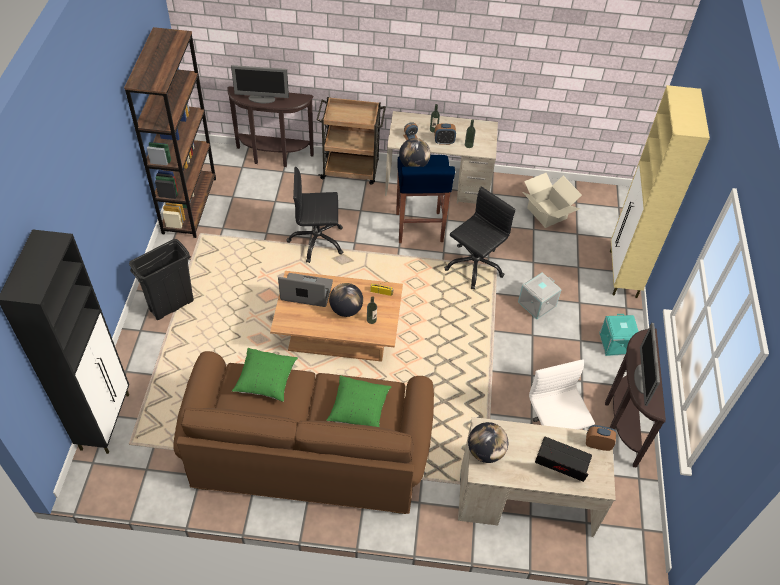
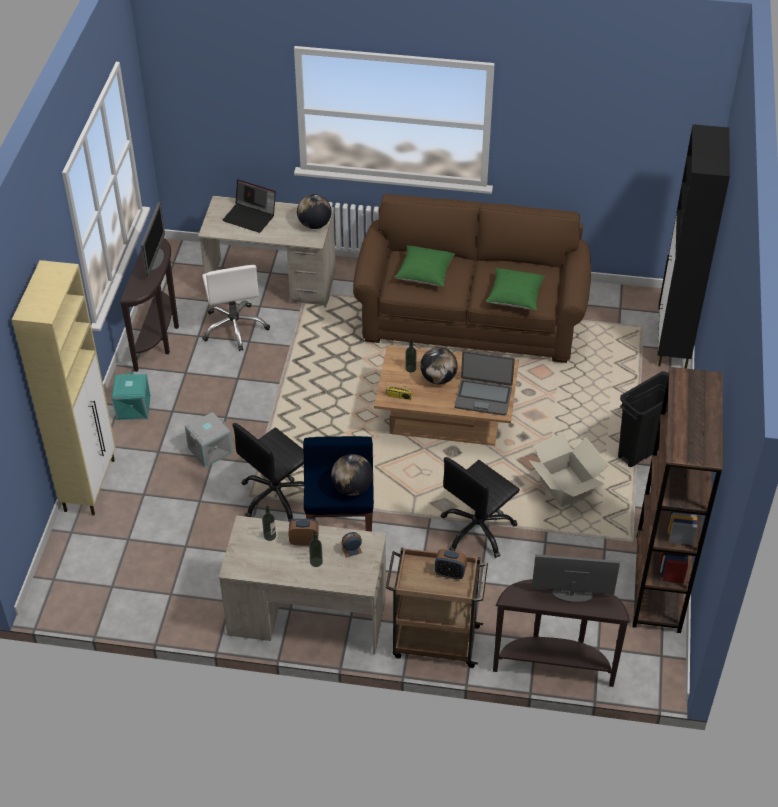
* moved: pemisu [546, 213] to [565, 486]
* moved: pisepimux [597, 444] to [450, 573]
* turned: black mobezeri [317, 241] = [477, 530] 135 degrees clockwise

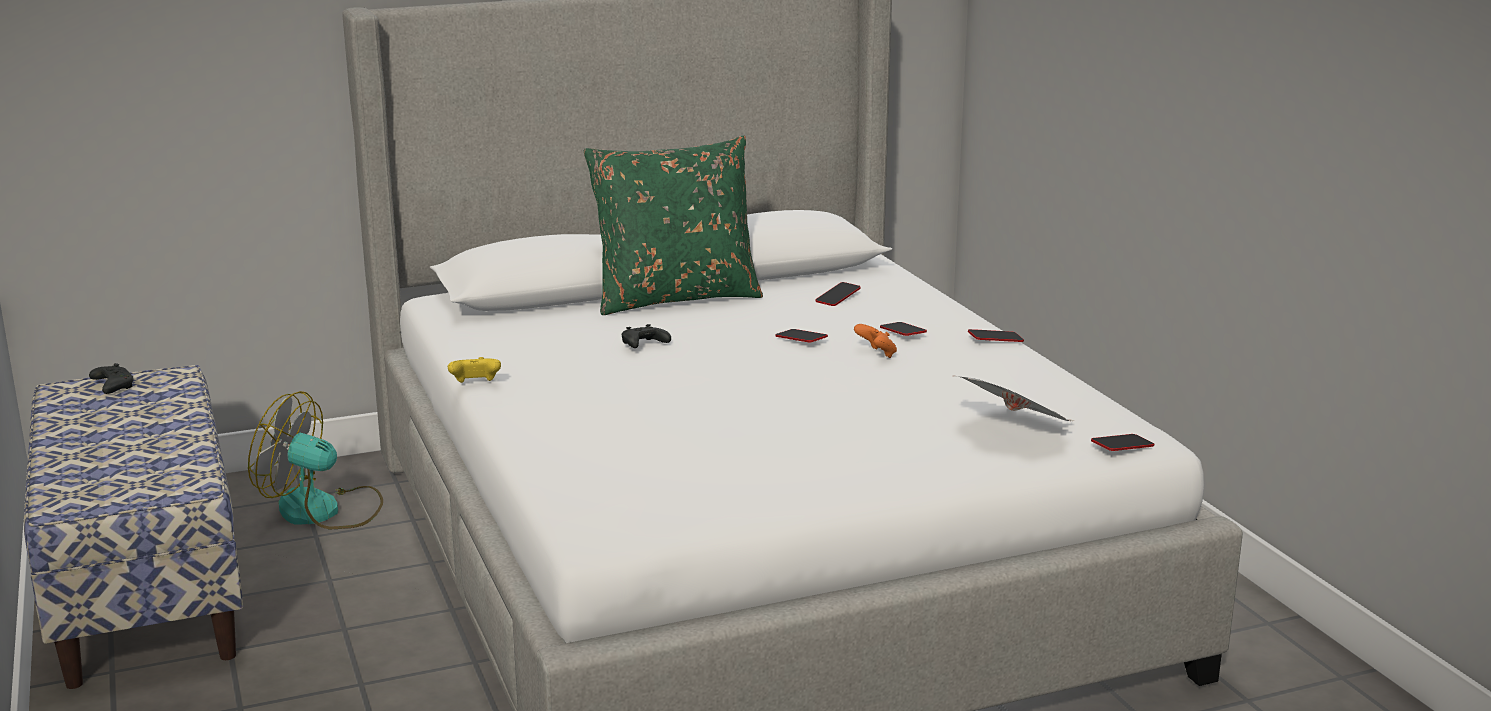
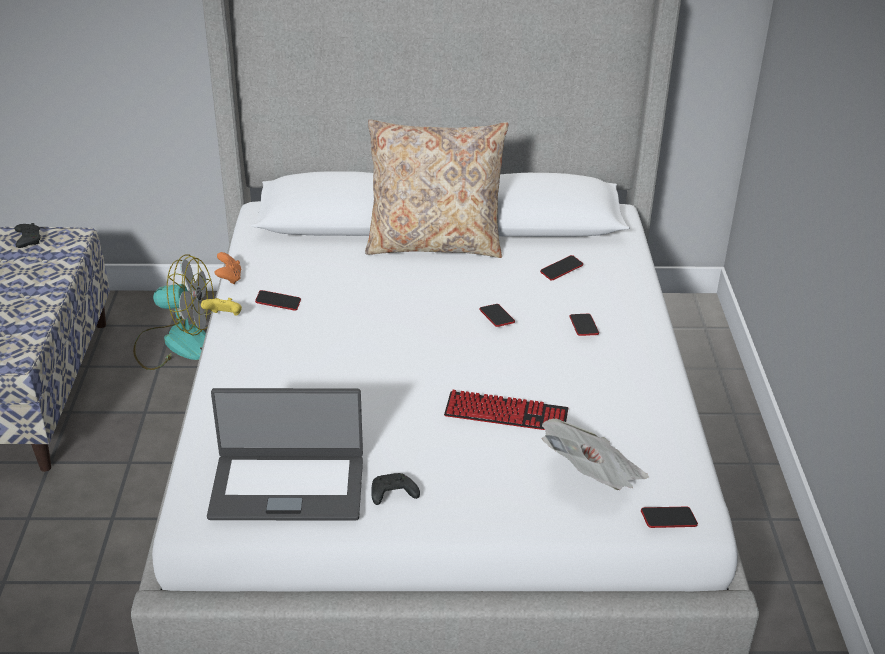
* added: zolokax [288, 486]
* added: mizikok [506, 414]
* moved: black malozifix [643, 345] to [392, 495]
* moved: orange malozifix [876, 354] to [229, 278]
* moved: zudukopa [995, 340] to [278, 303]
* recoloured: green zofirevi [675, 297] to beige zofirevi [435, 243]
* turned: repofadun [323, 511] = [176, 343] 150 degrees clockwise

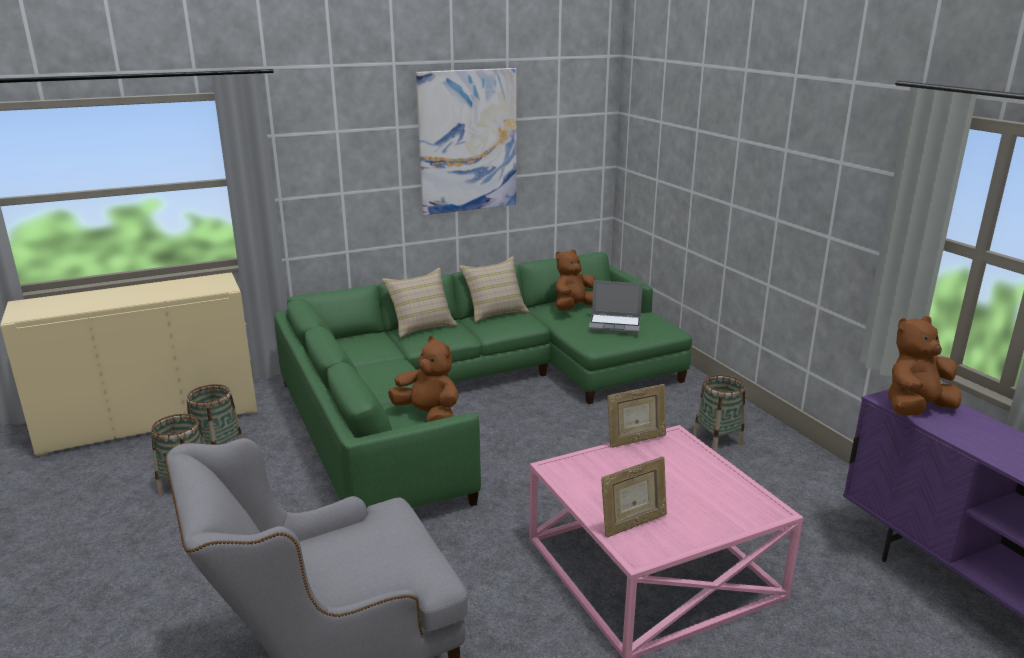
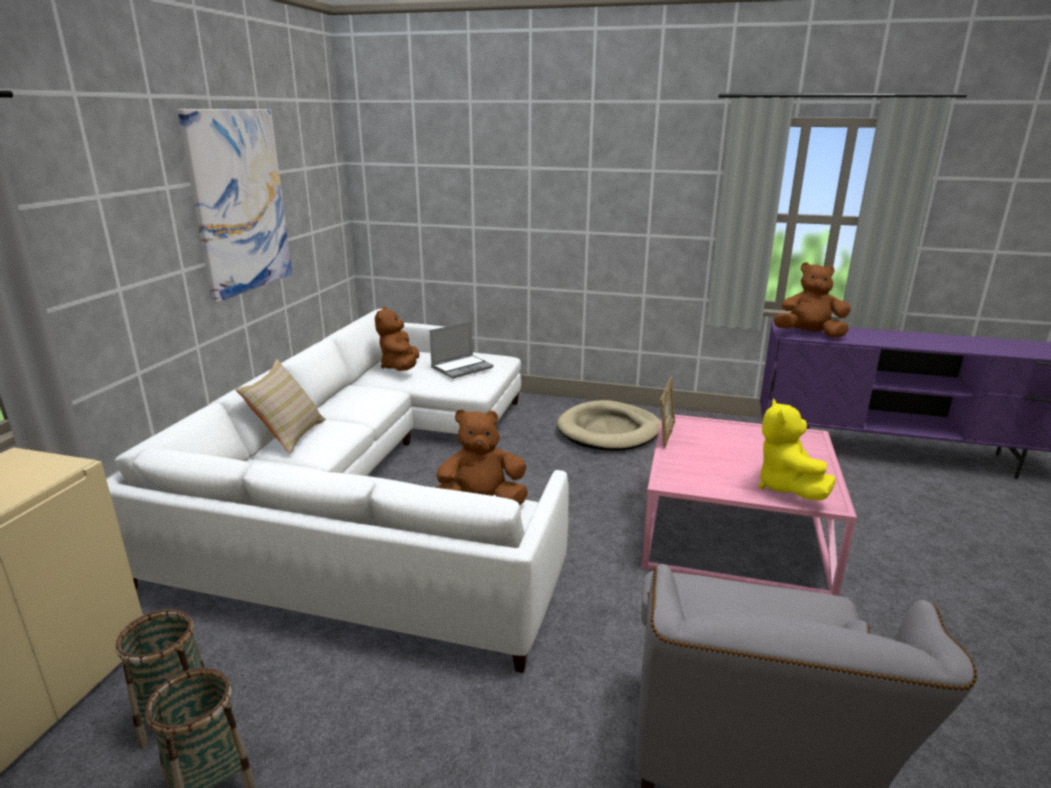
* removed: beige zofirevi [495, 312]
* replaced: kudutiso [633, 524] to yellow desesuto [786, 487]
* replaced: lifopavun [718, 440] to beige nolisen [609, 431]
* recoloured: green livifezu [472, 393] to white livifezu [374, 487]
* turned: brown desesuto [916, 409] = [808, 334] 90 degrees clockwise

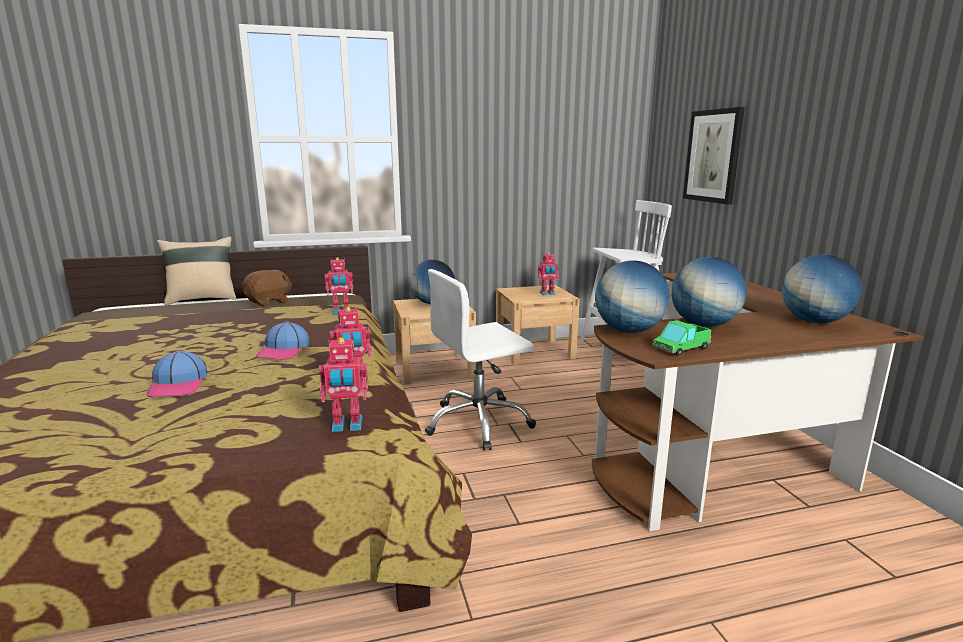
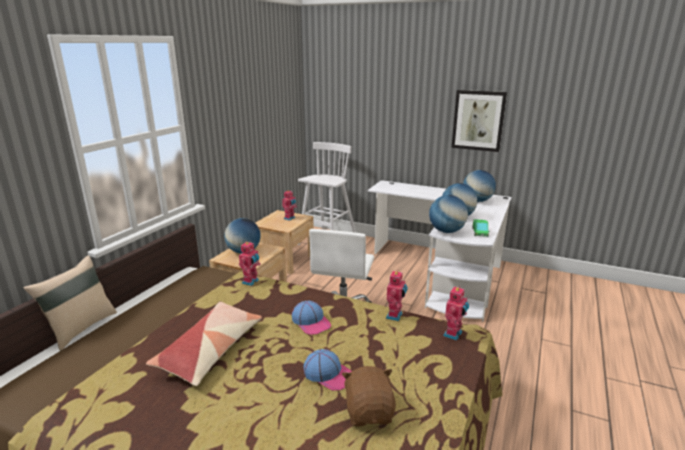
* added: zofirevi [211, 350]
* moved: brown desesuto [269, 302] to [369, 412]
* moved: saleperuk [713, 156] to [478, 120]
* recoloured: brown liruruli [724, 448] to white liruruli [445, 272]

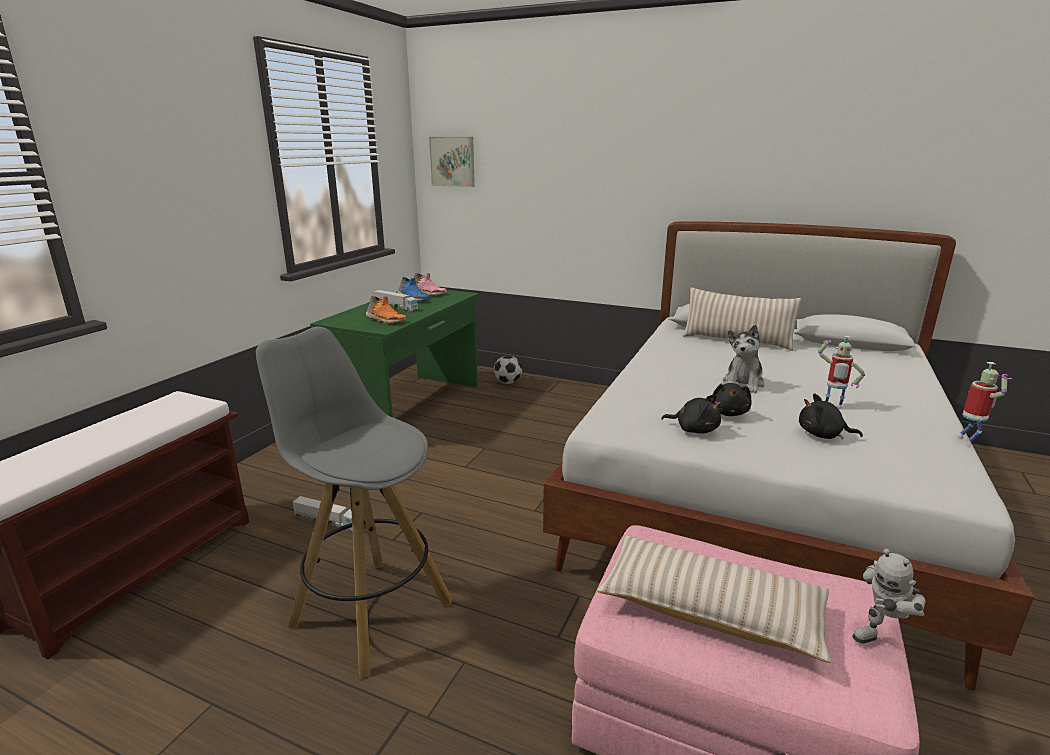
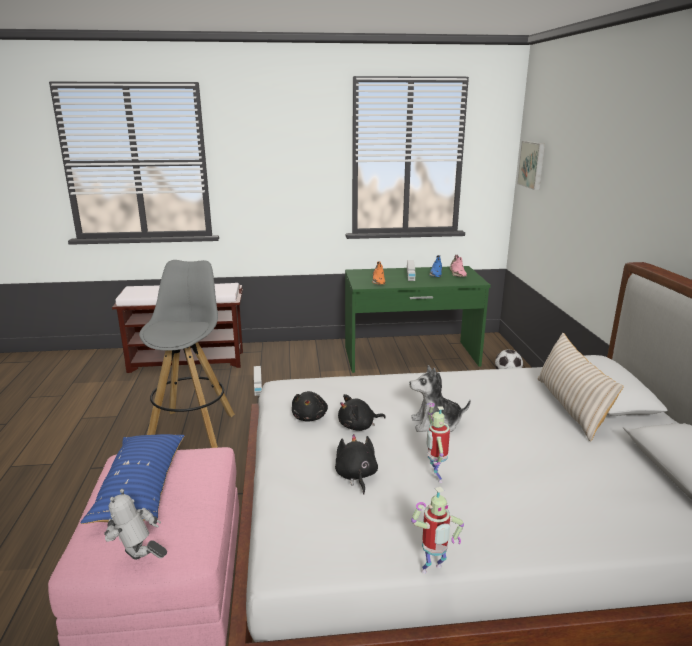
* recoloured: beige zofirevi [710, 610] to blue zofirevi [140, 487]

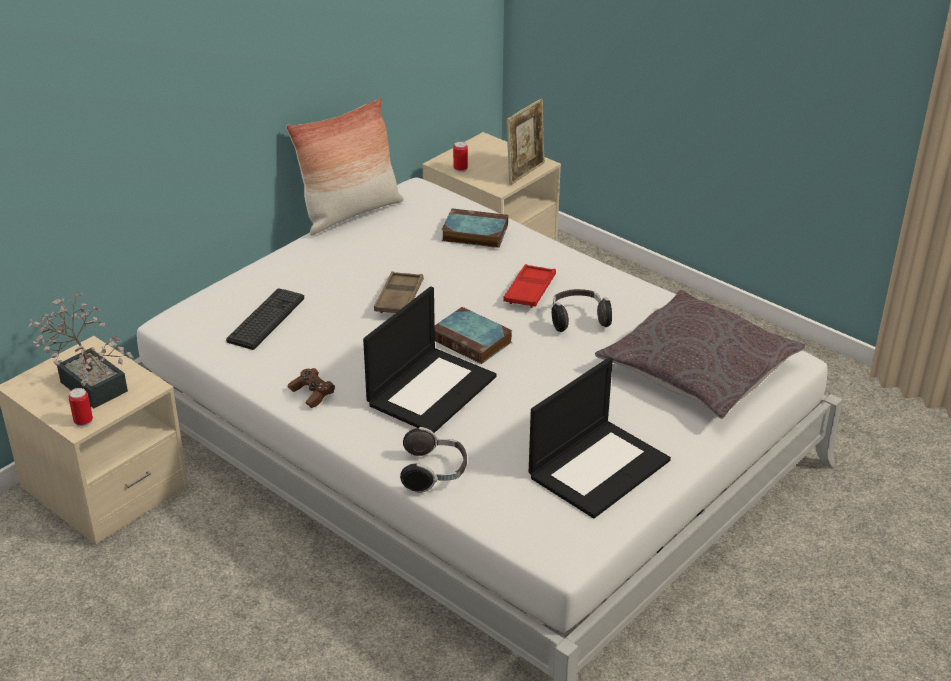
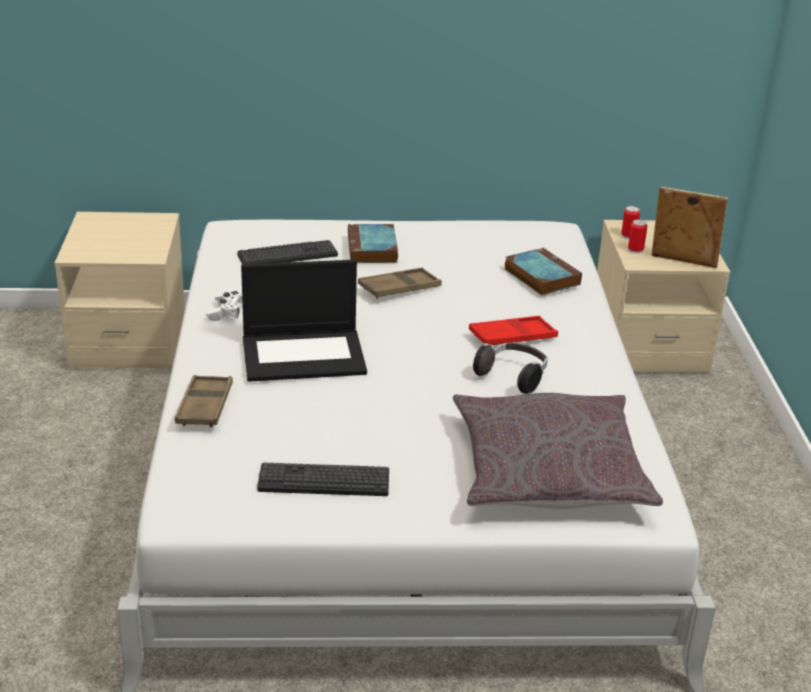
* removed: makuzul [90, 382]
* removed: zofirevi [350, 213]
* moved: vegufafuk [83, 421] to [635, 250]
* moved: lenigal [473, 341] to [372, 249]
* replaced: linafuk [434, 473] to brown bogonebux [204, 406]
* replaced: zolokax [599, 467] to mizikok [324, 481]
* recoloured: brown malozifix [312, 394] to white malozifix [227, 312]
* turned: kudutiso [525, 172] = [682, 263] 150 degrees counterclockwise

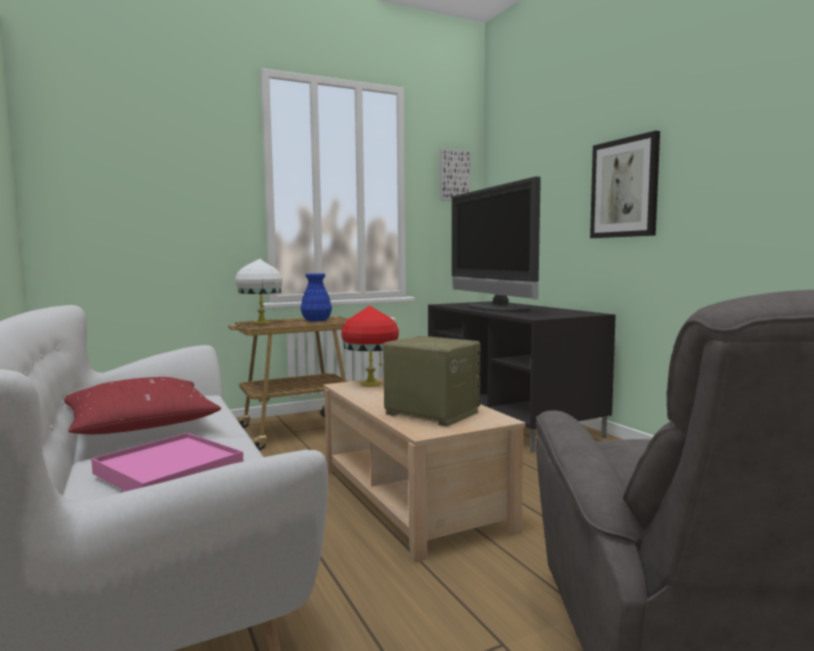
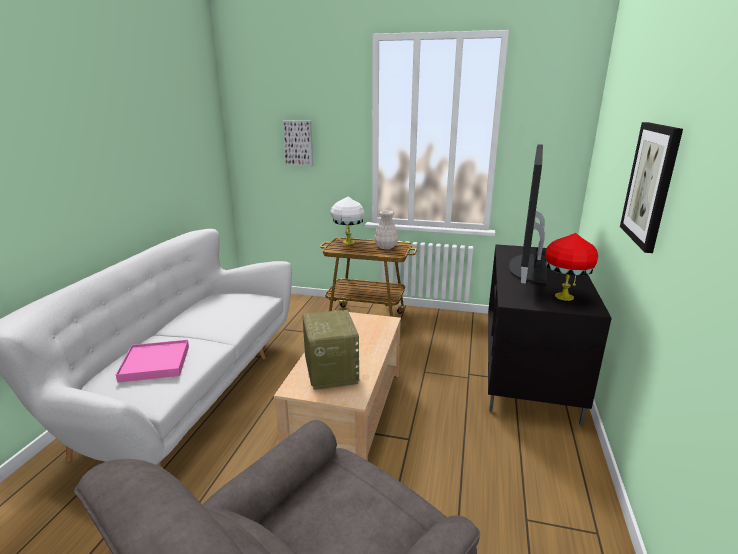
* removed: red zofirevi [140, 425]
* moved: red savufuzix [371, 384] to [563, 297]
* moved: saleperuk [453, 175] to [298, 143]
* recoloured: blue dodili [316, 320] to white dodili [385, 247]

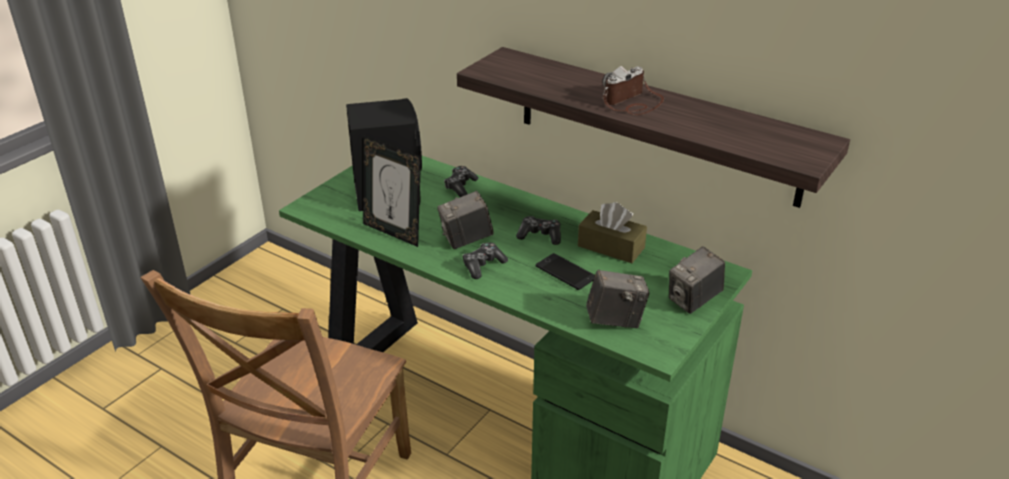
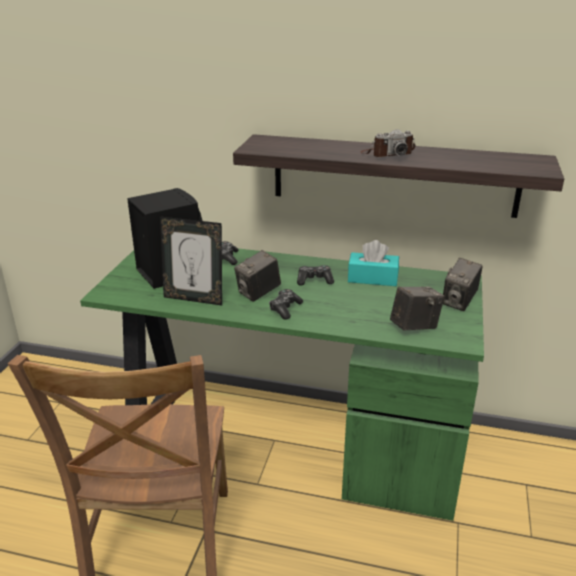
* removed: zudukopa [565, 272]
* recoloured: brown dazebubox [611, 247] to turquoise dazebubox [372, 278]
* turned: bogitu [632, 103] = [387, 154] 135 degrees counterclockwise

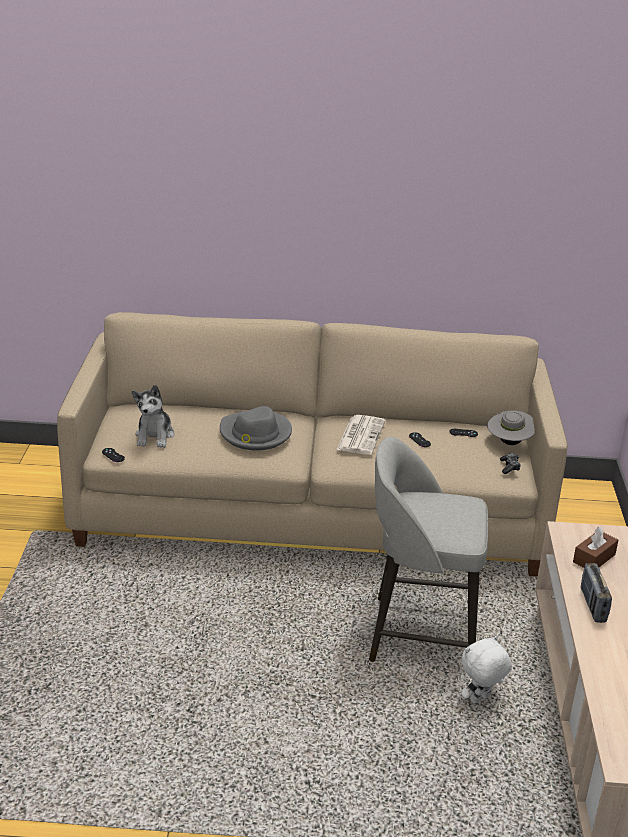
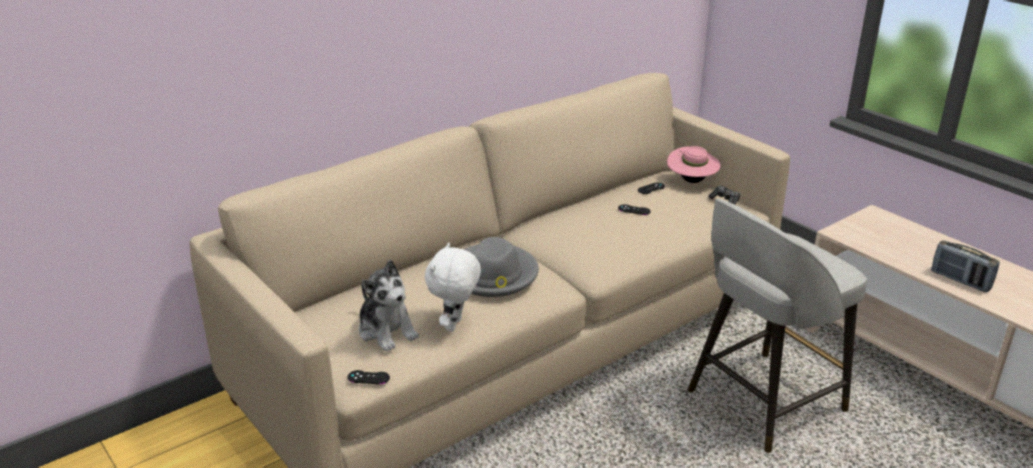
* removed: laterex [360, 435]
* removed: brown dazebubox [594, 558]
* moved: white desesuto [480, 700] to [455, 325]
* recoloured: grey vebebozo [509, 442] to pink vebebozo [691, 181]

